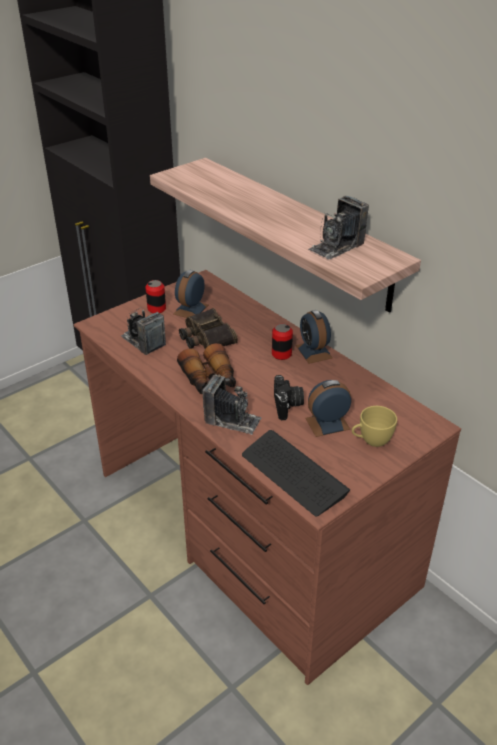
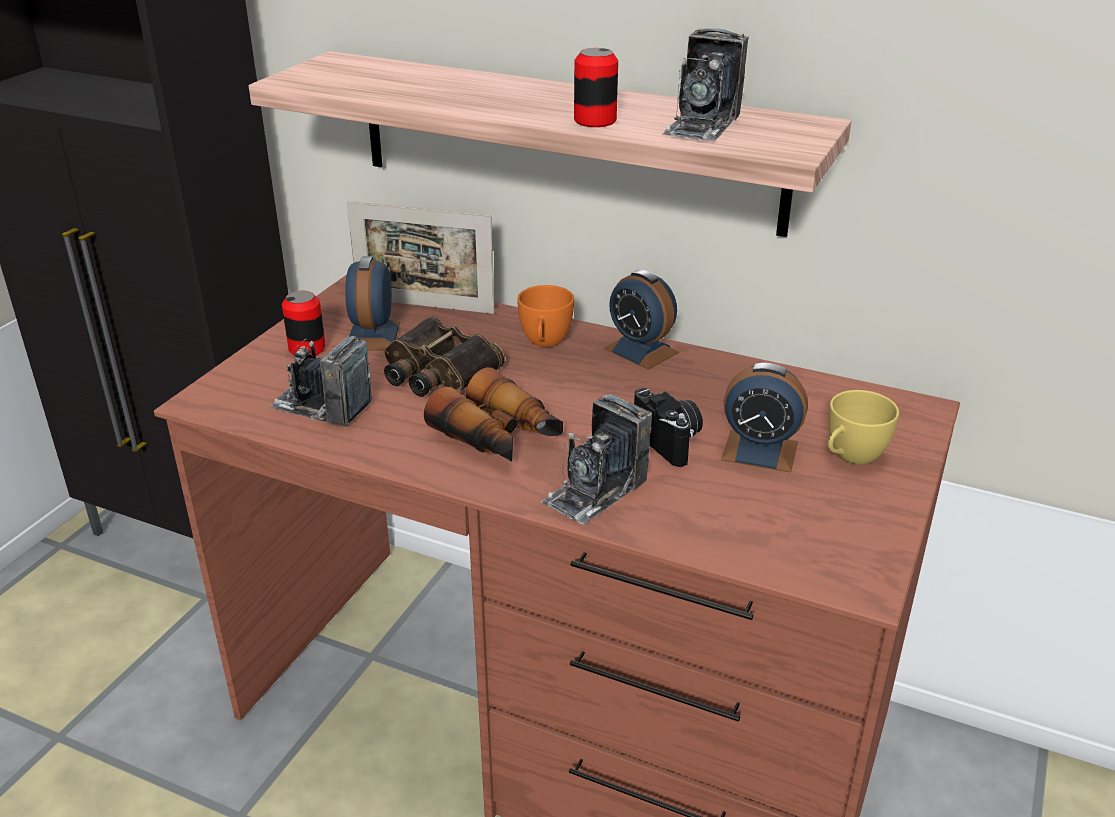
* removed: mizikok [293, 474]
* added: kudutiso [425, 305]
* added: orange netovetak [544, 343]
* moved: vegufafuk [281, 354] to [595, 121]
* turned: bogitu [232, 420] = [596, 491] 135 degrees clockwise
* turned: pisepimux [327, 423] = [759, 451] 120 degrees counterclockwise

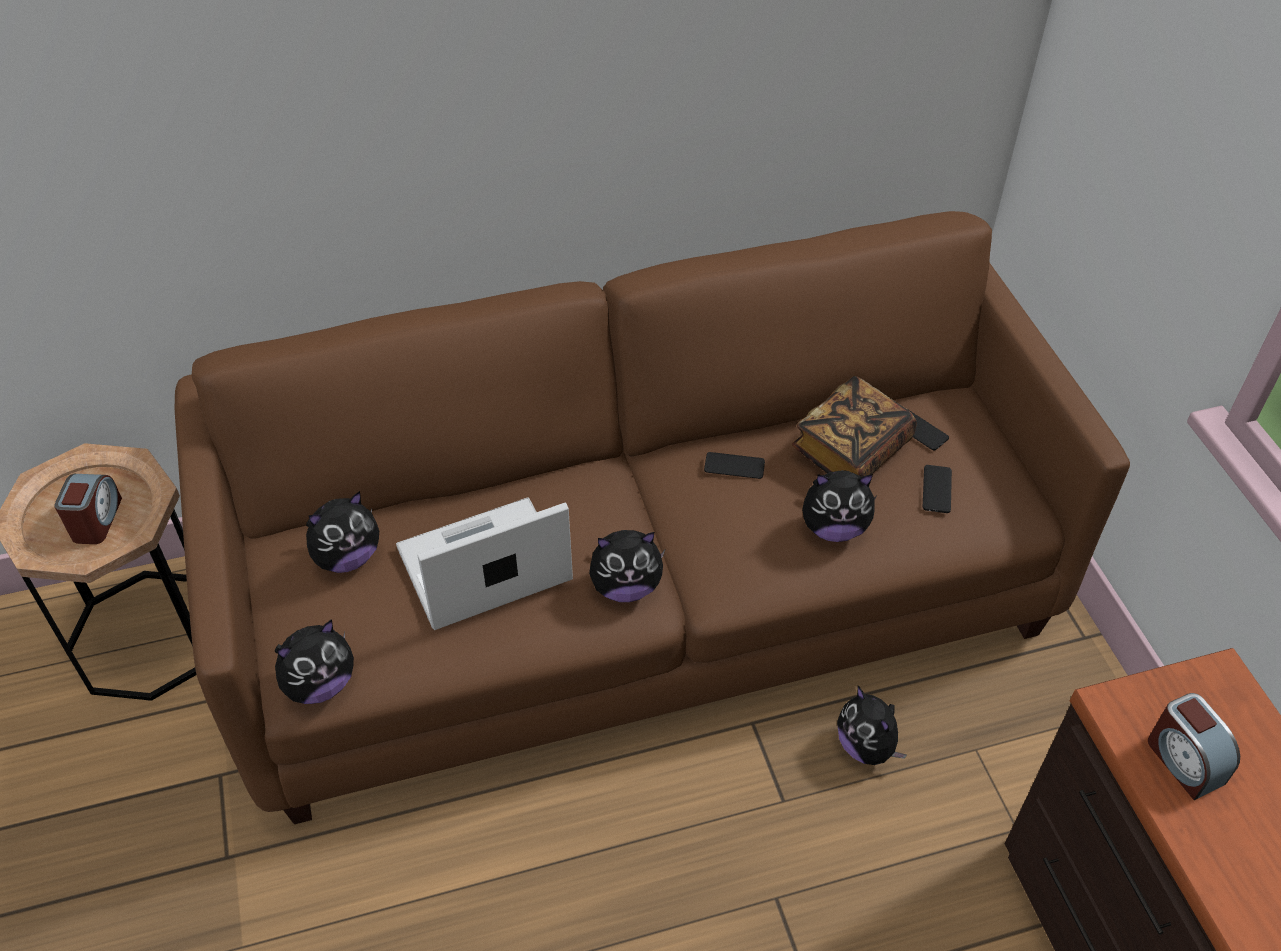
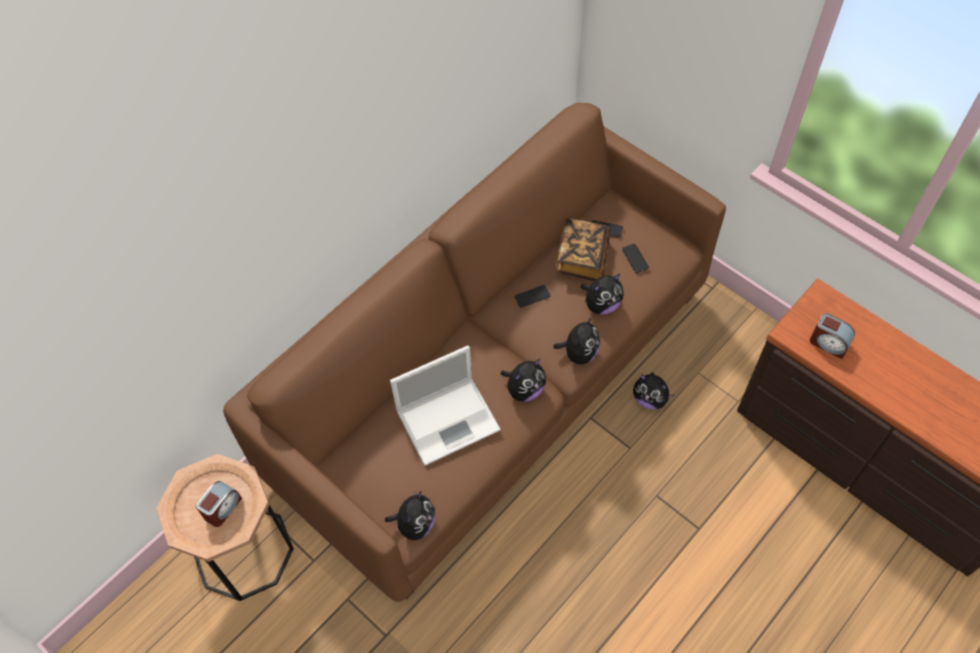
* moved: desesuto [347, 557] to [579, 353]
* turned: pisepimux [96, 520] = [222, 508] 60 degrees clockwise
* turned: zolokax [481, 567] = [449, 419] 150 degrees counterclockwise

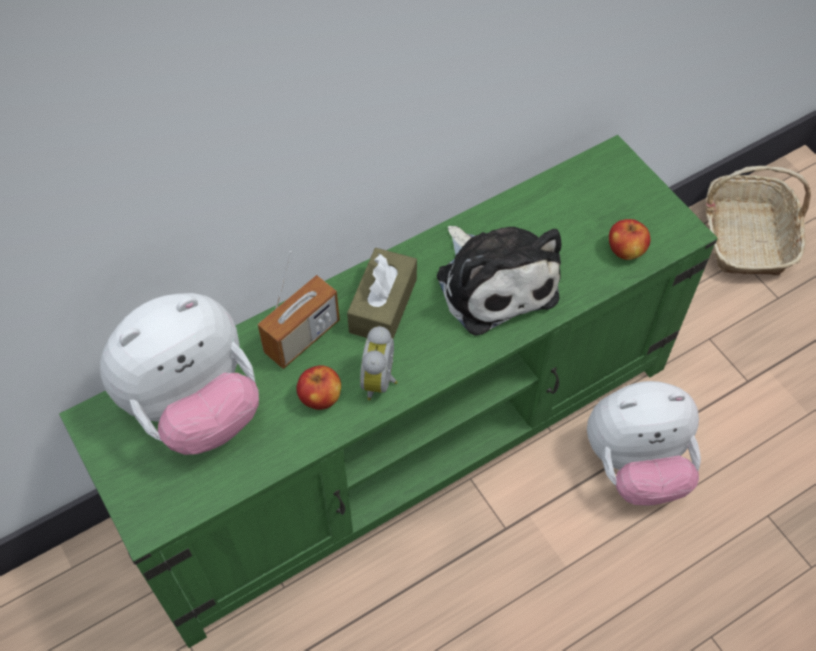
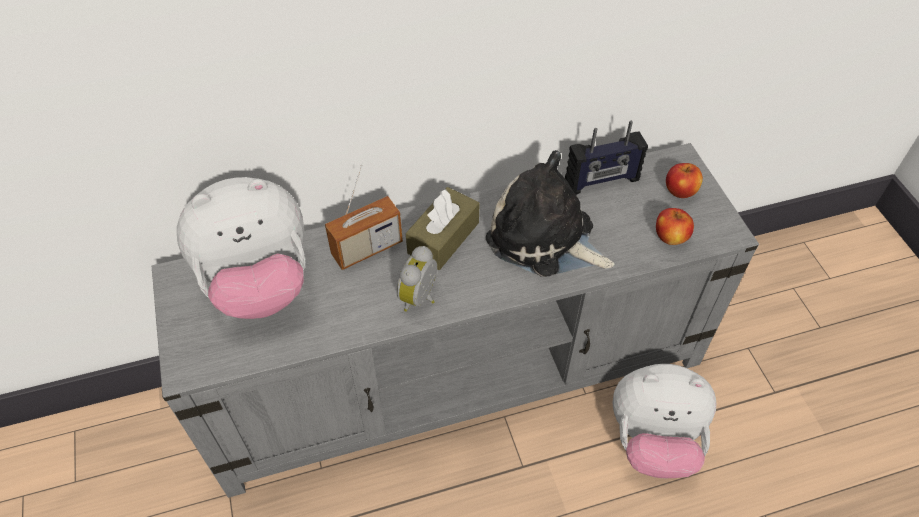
* removed: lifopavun [746, 236]
* added: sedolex [602, 181]
* moved: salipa [320, 397] to [680, 191]
* recoloured: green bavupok [408, 442] to grey bavupok [460, 374]
* turned: desesuto [494, 282] = [545, 238] 135 degrees clockwise

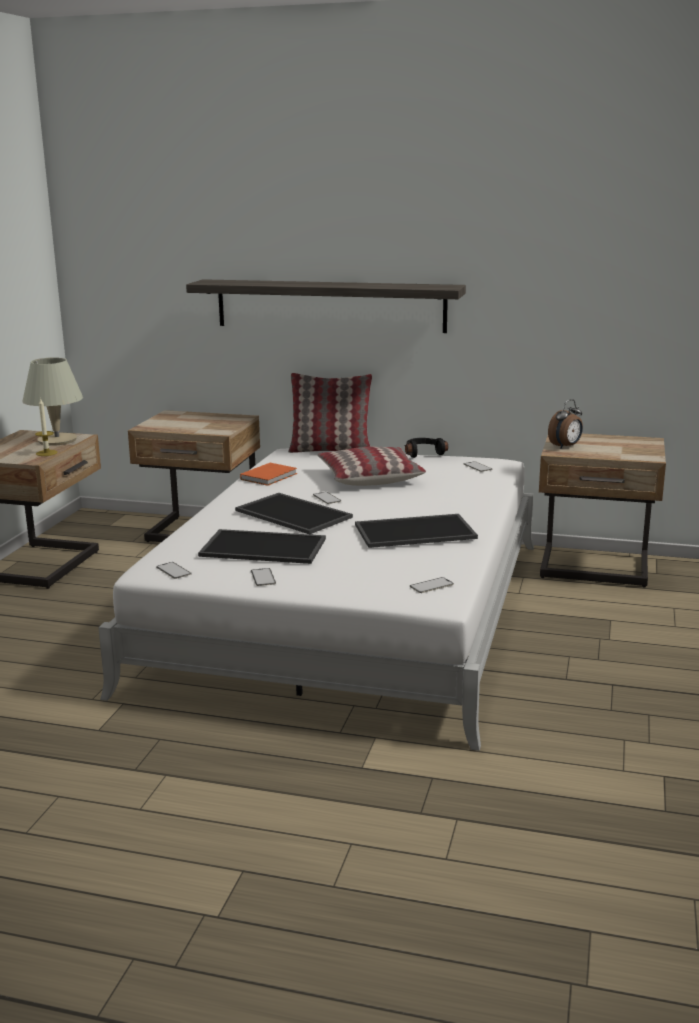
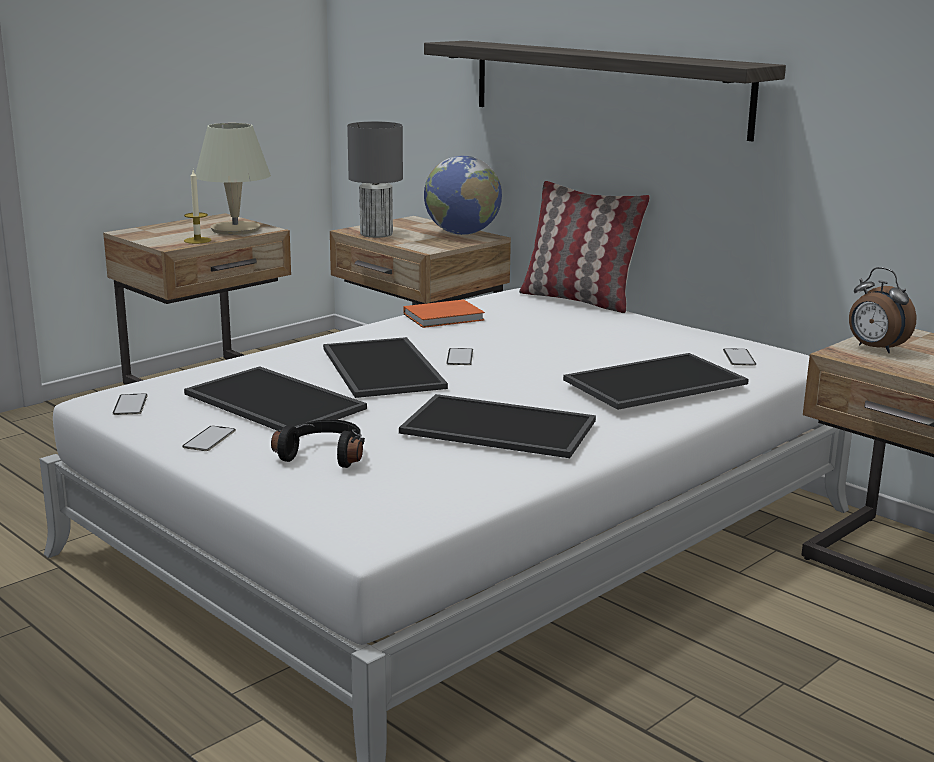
* removed: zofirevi [369, 477]
* removed: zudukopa [431, 585]
* added: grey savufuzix [376, 234]
* added: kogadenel [462, 234]
* added: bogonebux [655, 383]
* moved: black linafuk [423, 453] to [325, 455]
* turned: pisepimux [565, 447] = [875, 348] 60 degrees clockwise

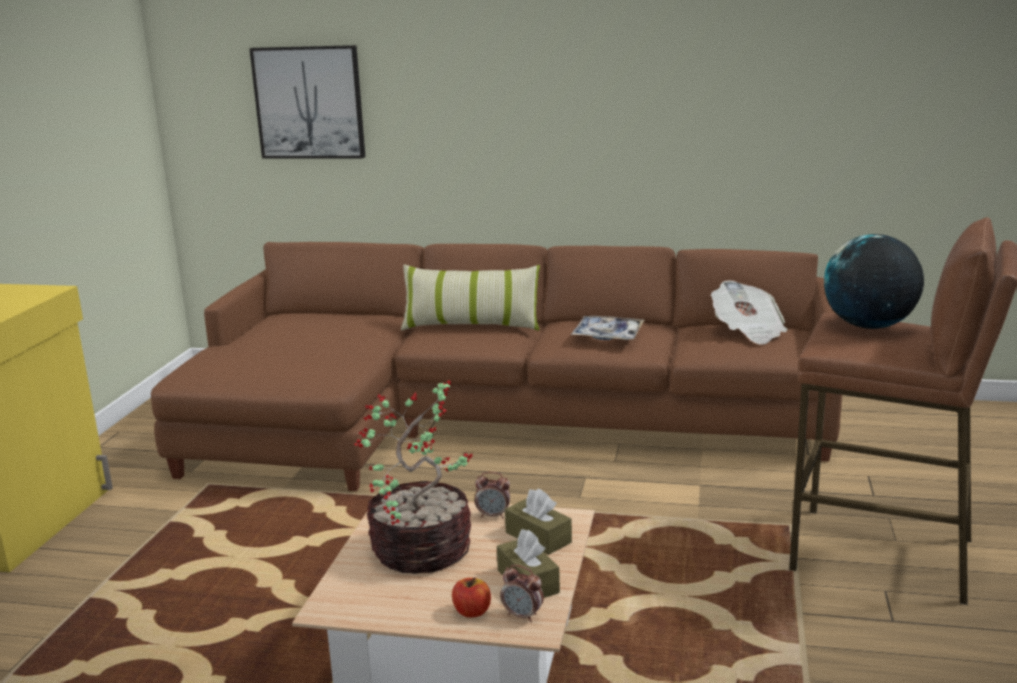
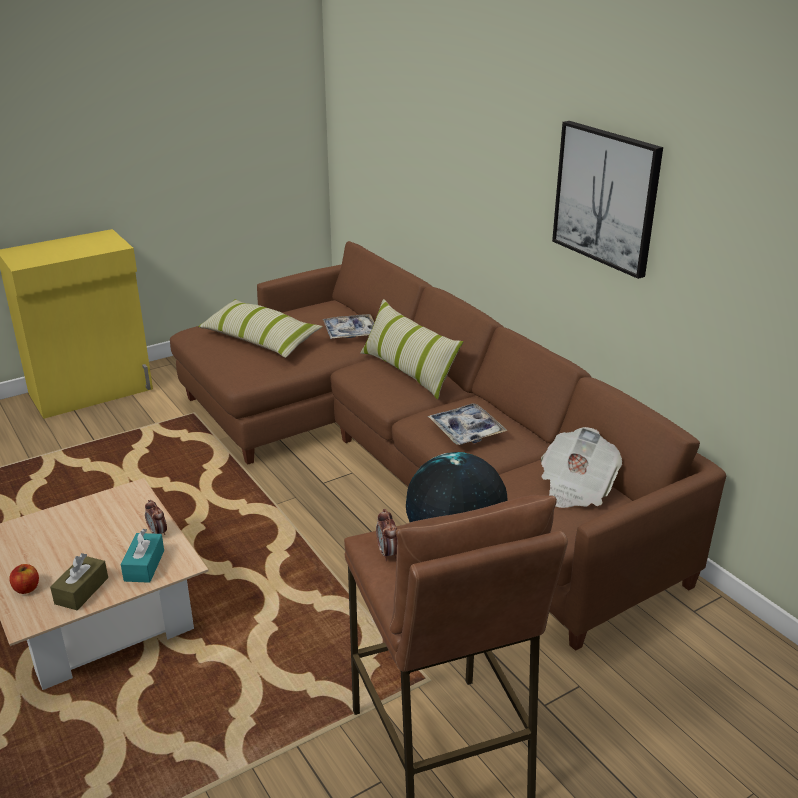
* removed: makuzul [424, 549]
* added: zofirevi [260, 339]
* added: bogonebux [350, 332]
* moved: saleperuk [309, 102] to [606, 197]
* moved: pisepimux [522, 616] to [388, 553]
* recoloured: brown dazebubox [538, 537] to turquoise dazebubox [144, 565]

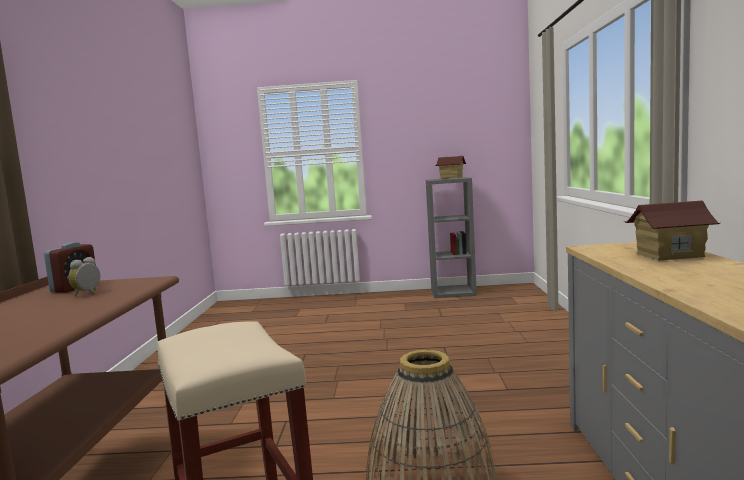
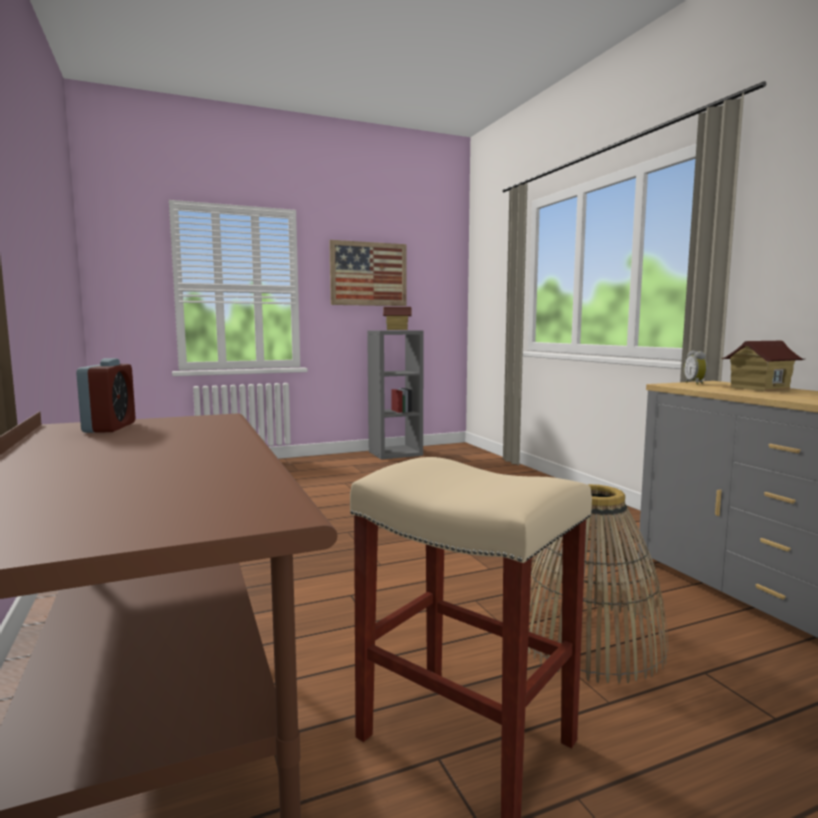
* added: saleperuk [368, 274]
* moved: pisepimux [88, 293] to [695, 383]

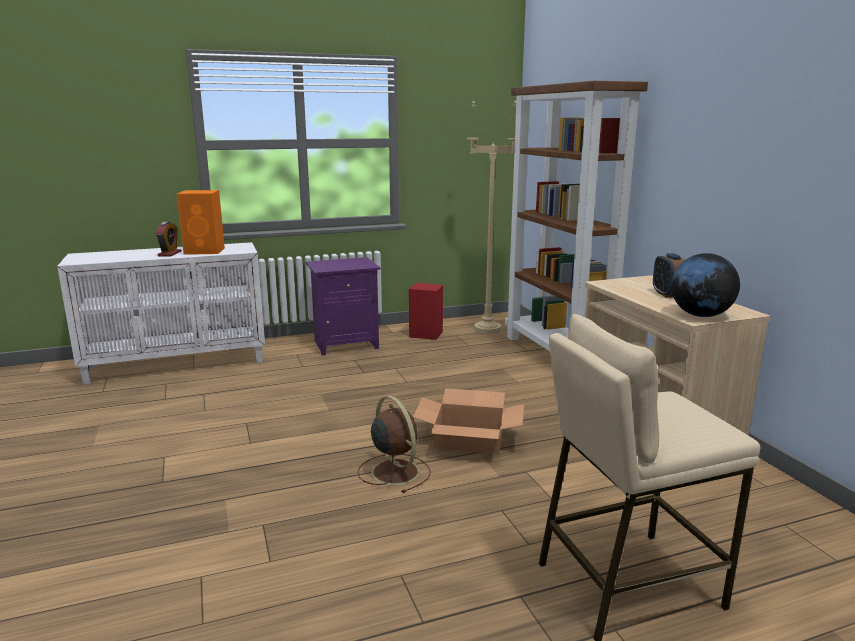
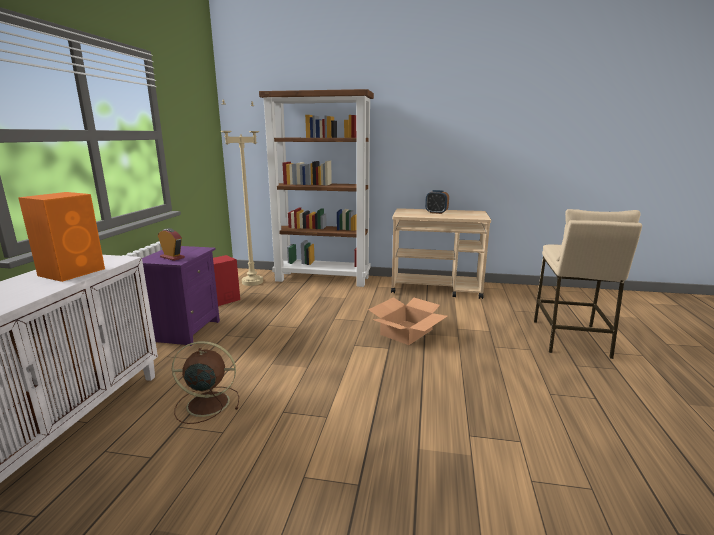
* removed: kogadenel [700, 315]
* moved: pisepimux [169, 254] to [172, 257]
* moved: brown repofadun [394, 471] to [206, 404]

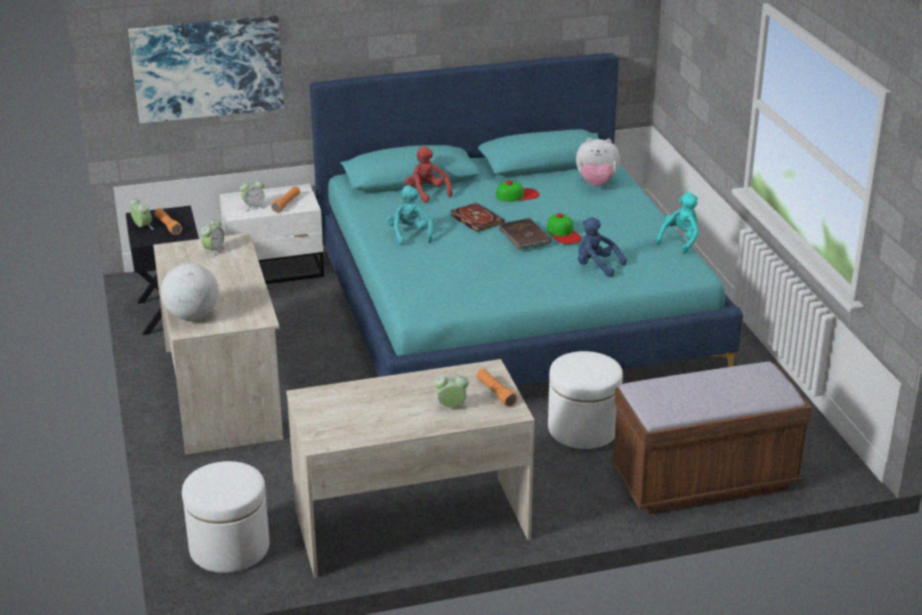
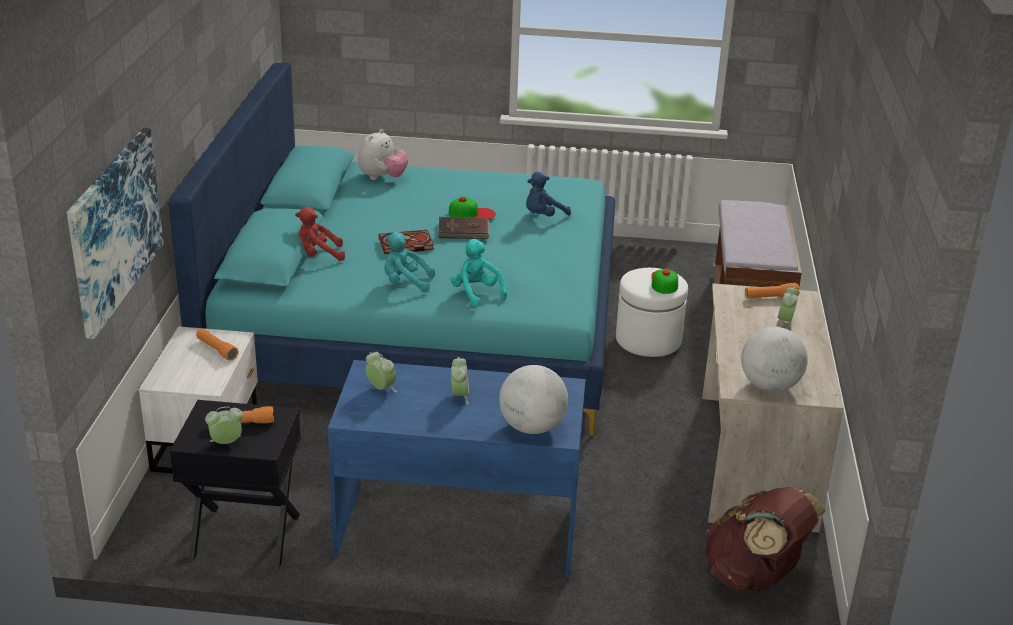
* added: kogadenel [769, 386]
* moved: pisepimux [254, 207] to [459, 396]
* moved: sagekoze [517, 195] to [664, 282]
* moved: turquoise desesuto [680, 241] to [476, 293]
* replaced: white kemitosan [229, 548] to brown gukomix [754, 576]
* recoloured: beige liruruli [224, 393] to blue liruruli [458, 528]

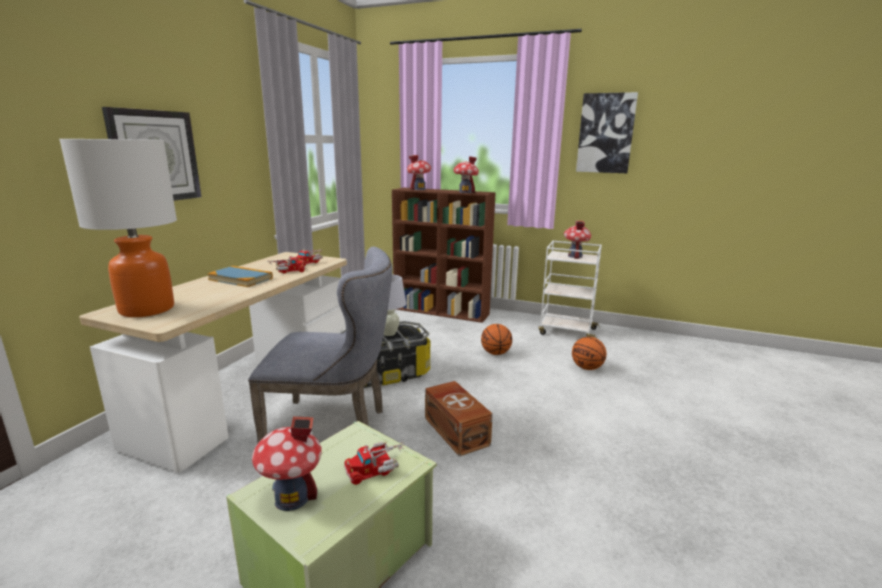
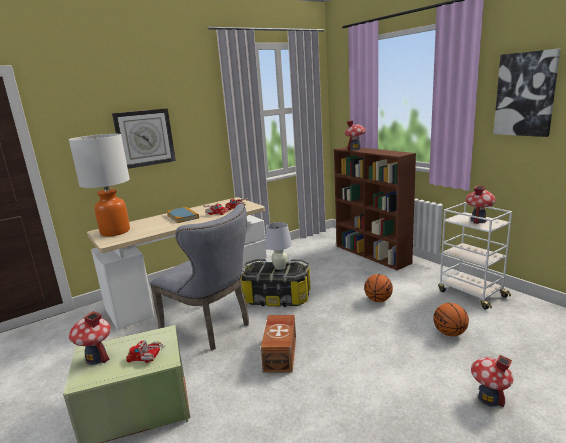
* moved: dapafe [465, 192] to [489, 399]

